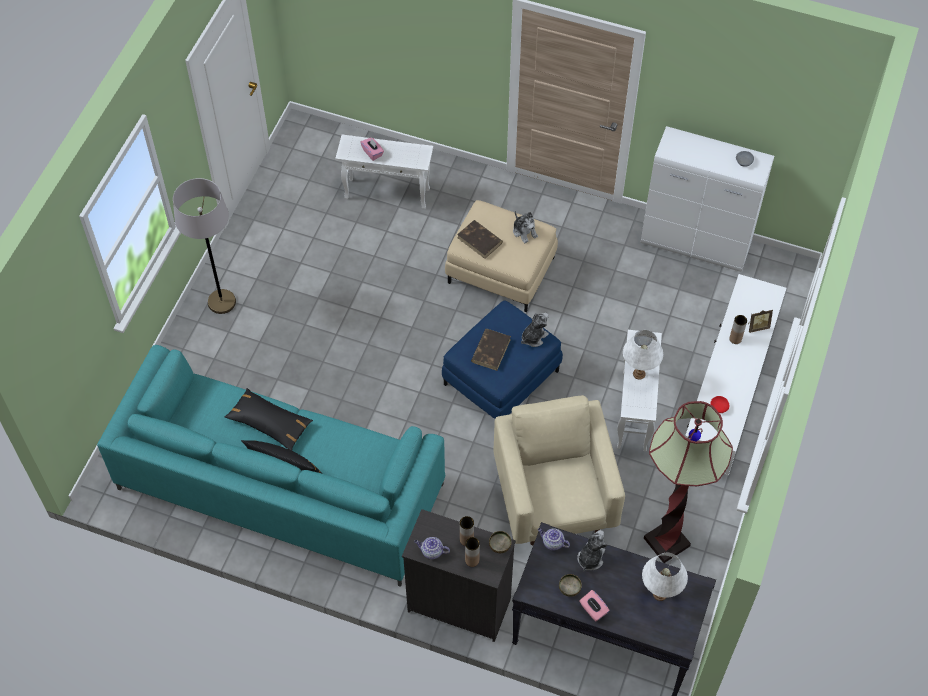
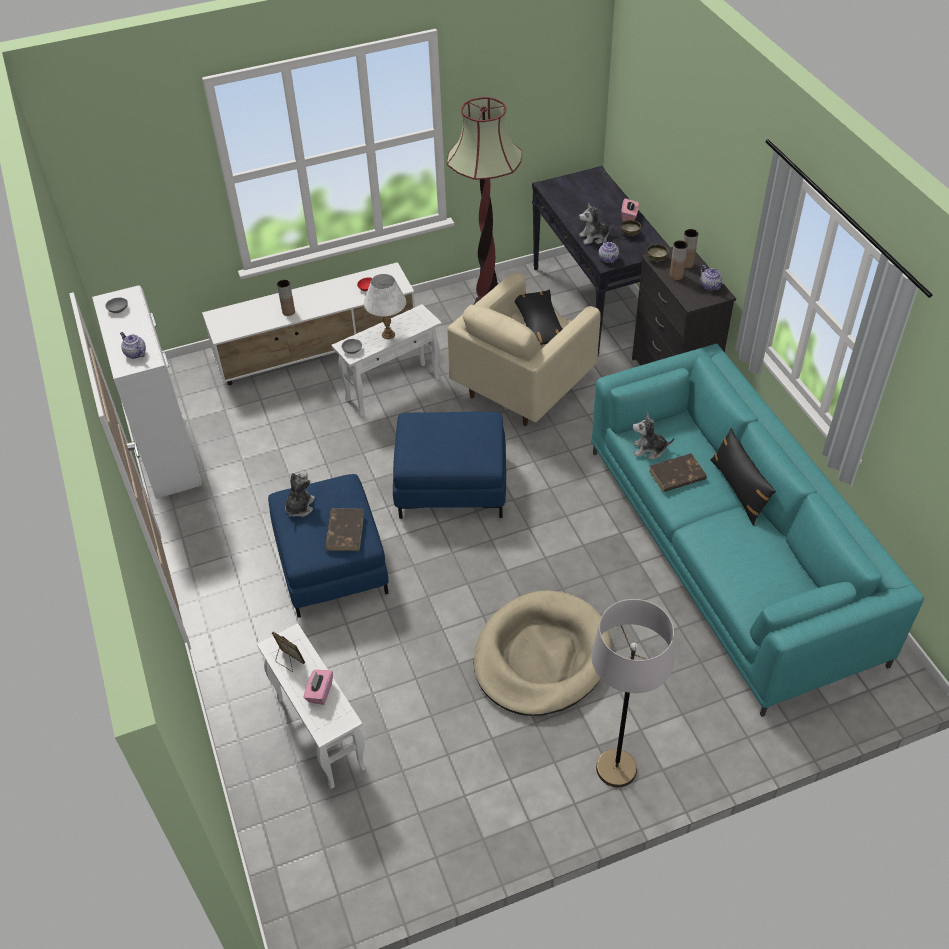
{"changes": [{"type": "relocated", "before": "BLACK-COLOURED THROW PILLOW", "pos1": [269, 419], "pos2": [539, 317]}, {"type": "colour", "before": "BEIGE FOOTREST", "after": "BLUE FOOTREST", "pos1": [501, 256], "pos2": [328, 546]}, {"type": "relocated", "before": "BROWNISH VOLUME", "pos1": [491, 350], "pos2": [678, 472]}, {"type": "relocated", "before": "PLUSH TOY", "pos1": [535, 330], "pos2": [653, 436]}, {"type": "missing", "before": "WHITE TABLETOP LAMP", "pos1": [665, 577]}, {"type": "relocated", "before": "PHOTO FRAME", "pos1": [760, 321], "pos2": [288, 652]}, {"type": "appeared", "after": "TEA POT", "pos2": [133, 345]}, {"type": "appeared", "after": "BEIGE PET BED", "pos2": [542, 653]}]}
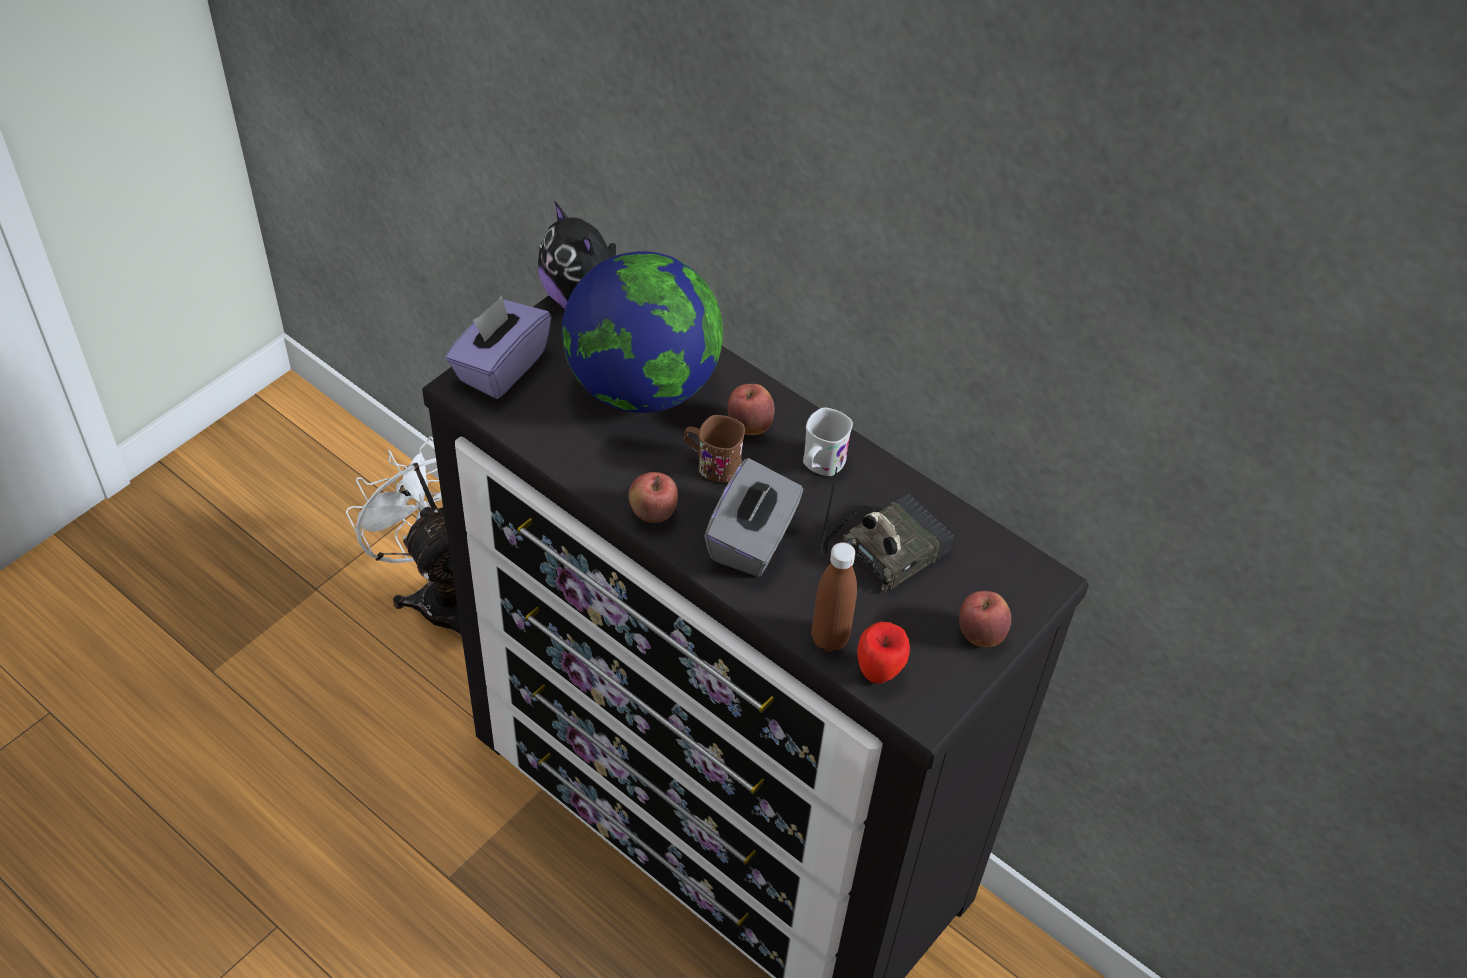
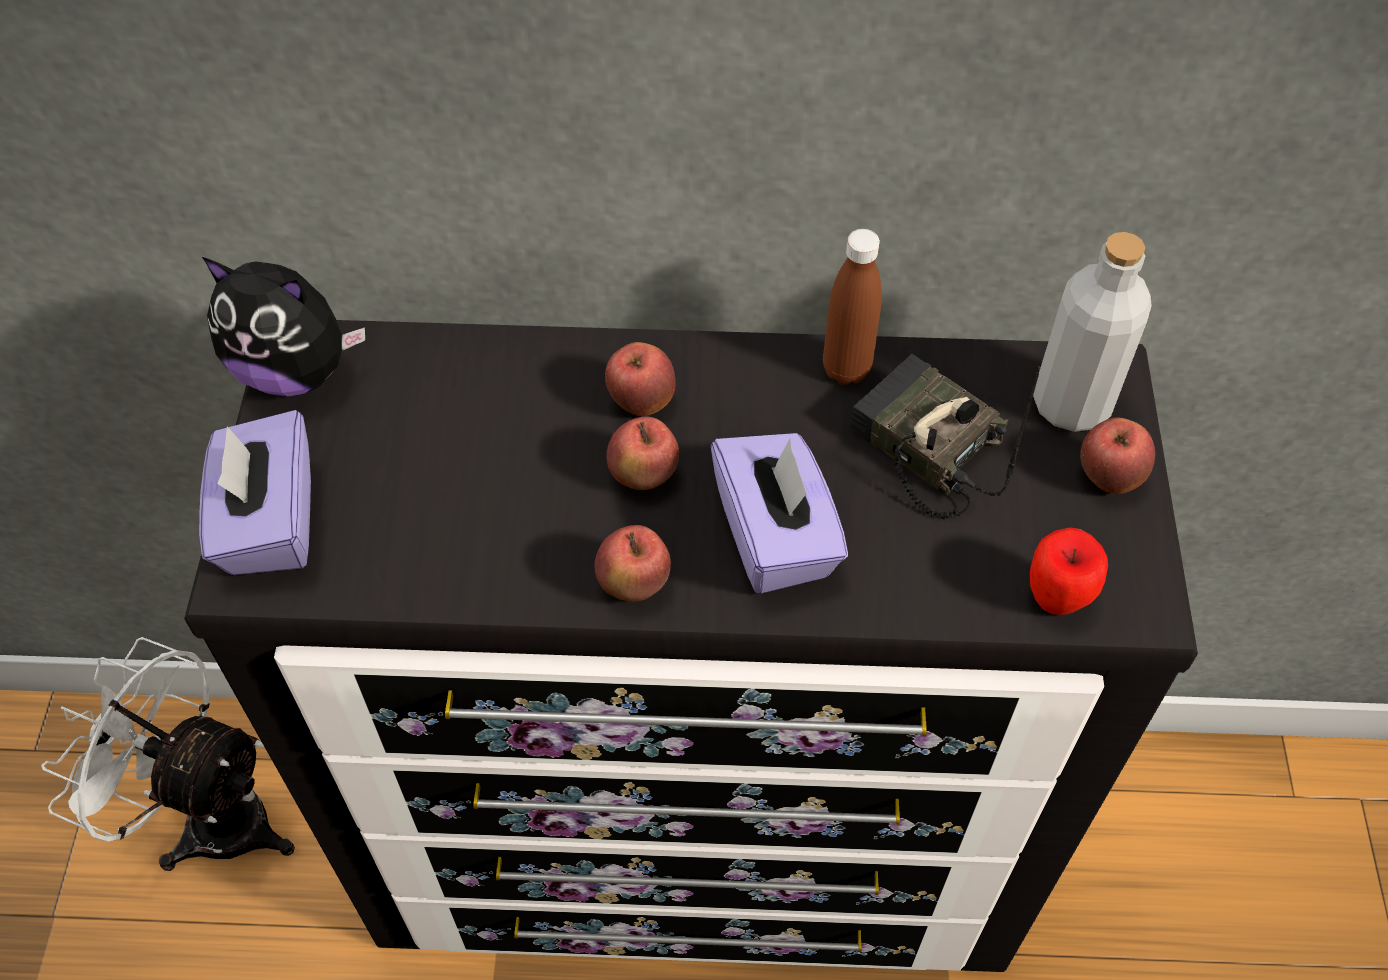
{"changes": [{"type": "missing", "before": "GLOBE", "pos1": [642, 332]}, {"type": "exchanged", "before": "BROWNISH COFFEE MUG", "after": "APPLE", "pos1": [715, 449], "pos2": [642, 453]}, {"type": "colour", "before": "GREYISH TISSUE HOLDER", "after": "PURPLISH TISSUE HOLDER", "pos1": [753, 517], "pos2": [779, 513]}, {"type": "missing", "before": "WHITE COFFEE MUG", "pos1": [828, 441]}, {"type": "relocated", "before": "BROWNISH DRINK BOTTLE", "pos1": [834, 597], "pos2": [852, 307]}, {"type": "spun", "before": "RADIO", "pos1": [887, 530], "pos2": [945, 436], "turn": -60}, {"type": "appeared", "after": "GREYISH DRINK BOTTLE", "pos2": [1092, 332]}]}
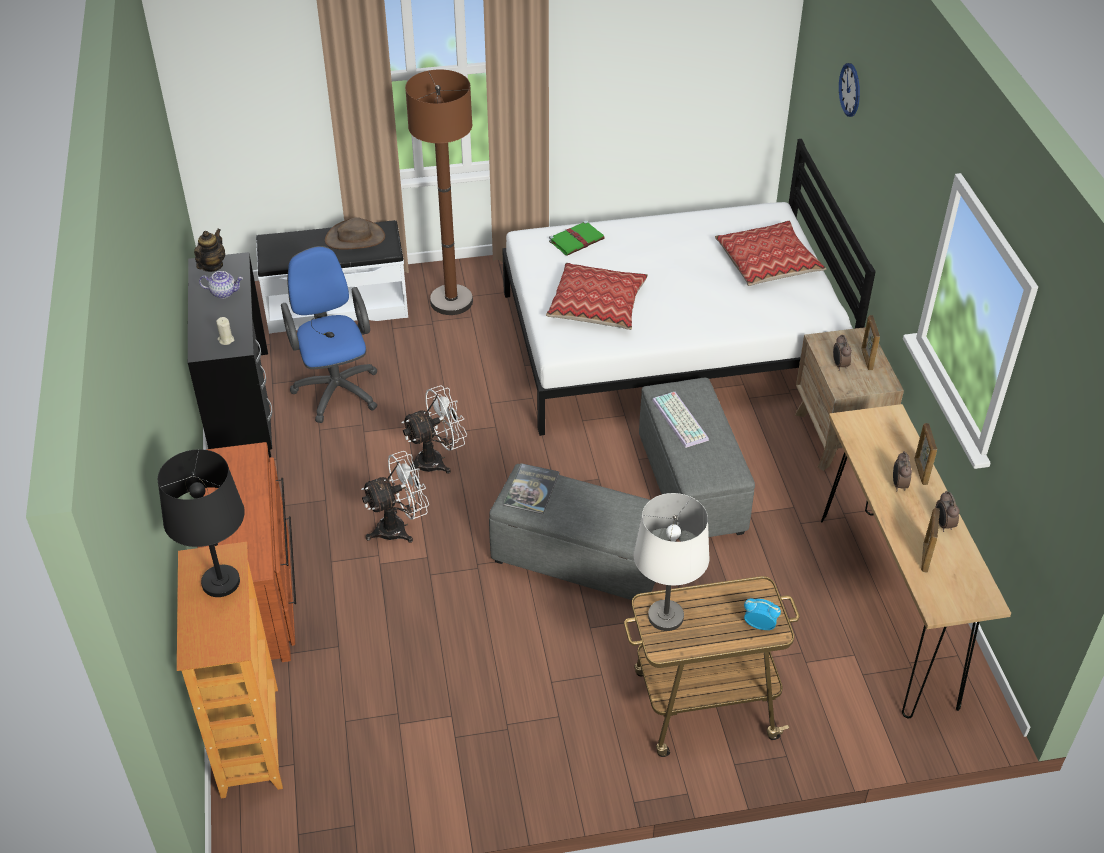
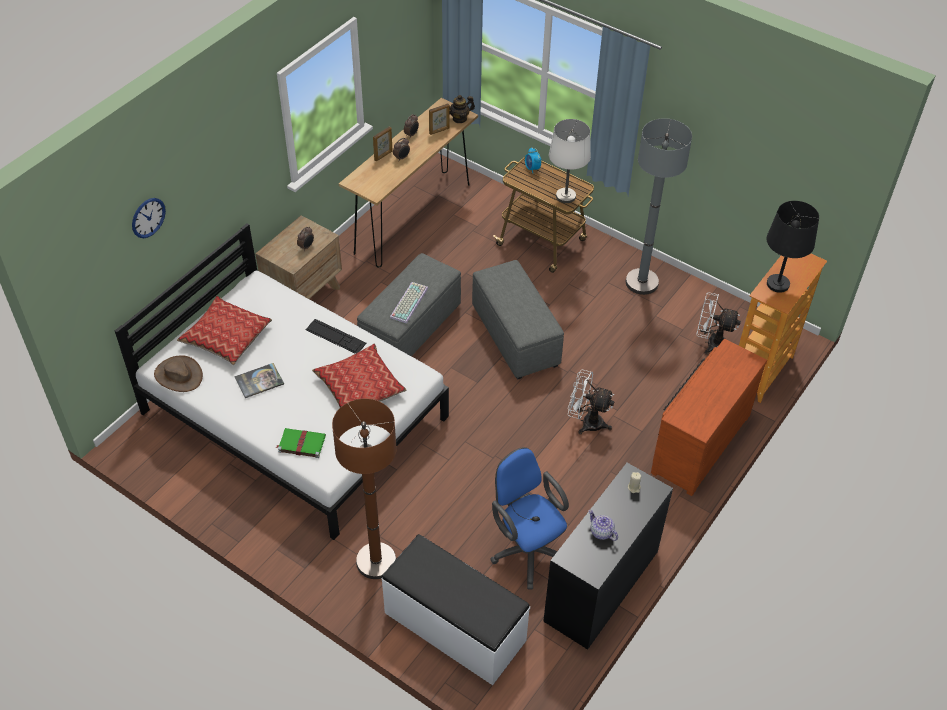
{"changes": [{"type": "relocated", "before": "TEA POT", "pos1": [209, 250], "pos2": [462, 109]}, {"type": "spun", "before": "BLUE COMPUTER CHAIR", "pos1": [329, 334], "pos2": [529, 518], "turn": 120}, {"type": "relocated", "before": "BROWNISH WEARABLE HAT", "pos1": [355, 233], "pos2": [178, 373]}, {"type": "relocated", "before": "WHITE FAN", "pos1": [434, 429], "pos2": [718, 323]}, {"type": "relocated", "before": "VOLUME", "pos1": [531, 488], "pos2": [259, 380]}, {"type": "missing", "before": "PHOTO FRAME", "pos1": [870, 342]}, {"type": "appeared", "after": "COMPUTER KEYBOARD", "pos2": [336, 336]}, {"type": "appeared", "after": "GREYISH STANDARD LAMP", "pos2": [659, 206]}]}
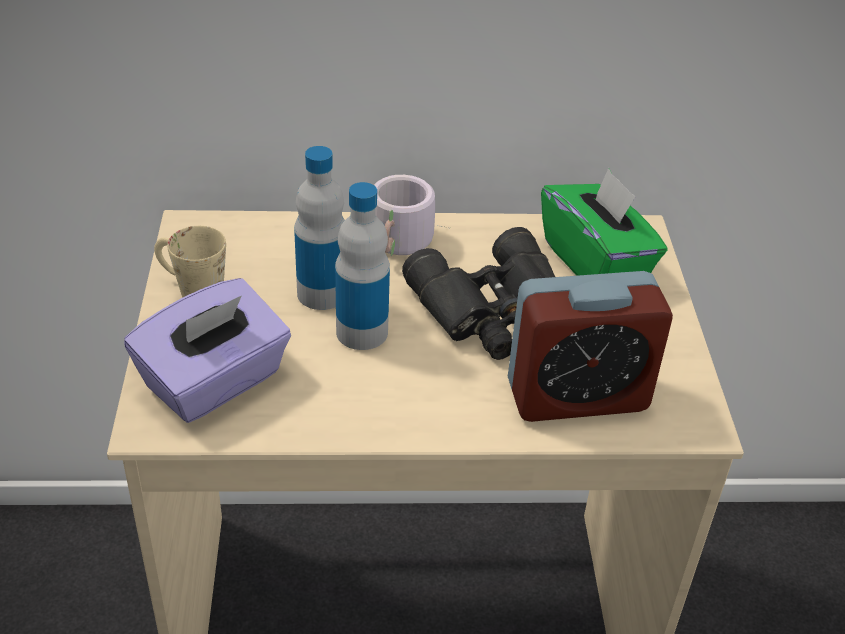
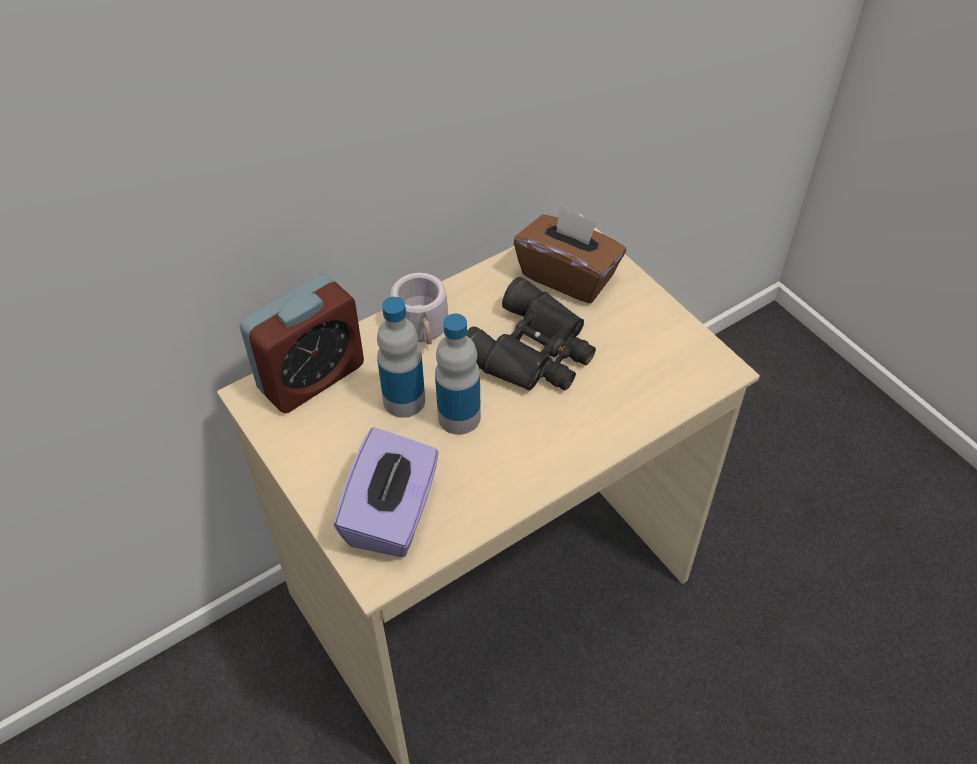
{"changes": [{"type": "missing", "before": "BEIGE COFFEE MUG", "pos1": [190, 262]}, {"type": "relocated", "before": "BEDSIDE CLOCK", "pos1": [590, 346], "pos2": [302, 343]}, {"type": "colour", "before": "GREENISH TISSUE HOLDER", "after": "BROWNISH TISSUE HOLDER", "pos1": [604, 222], "pos2": [570, 254]}]}
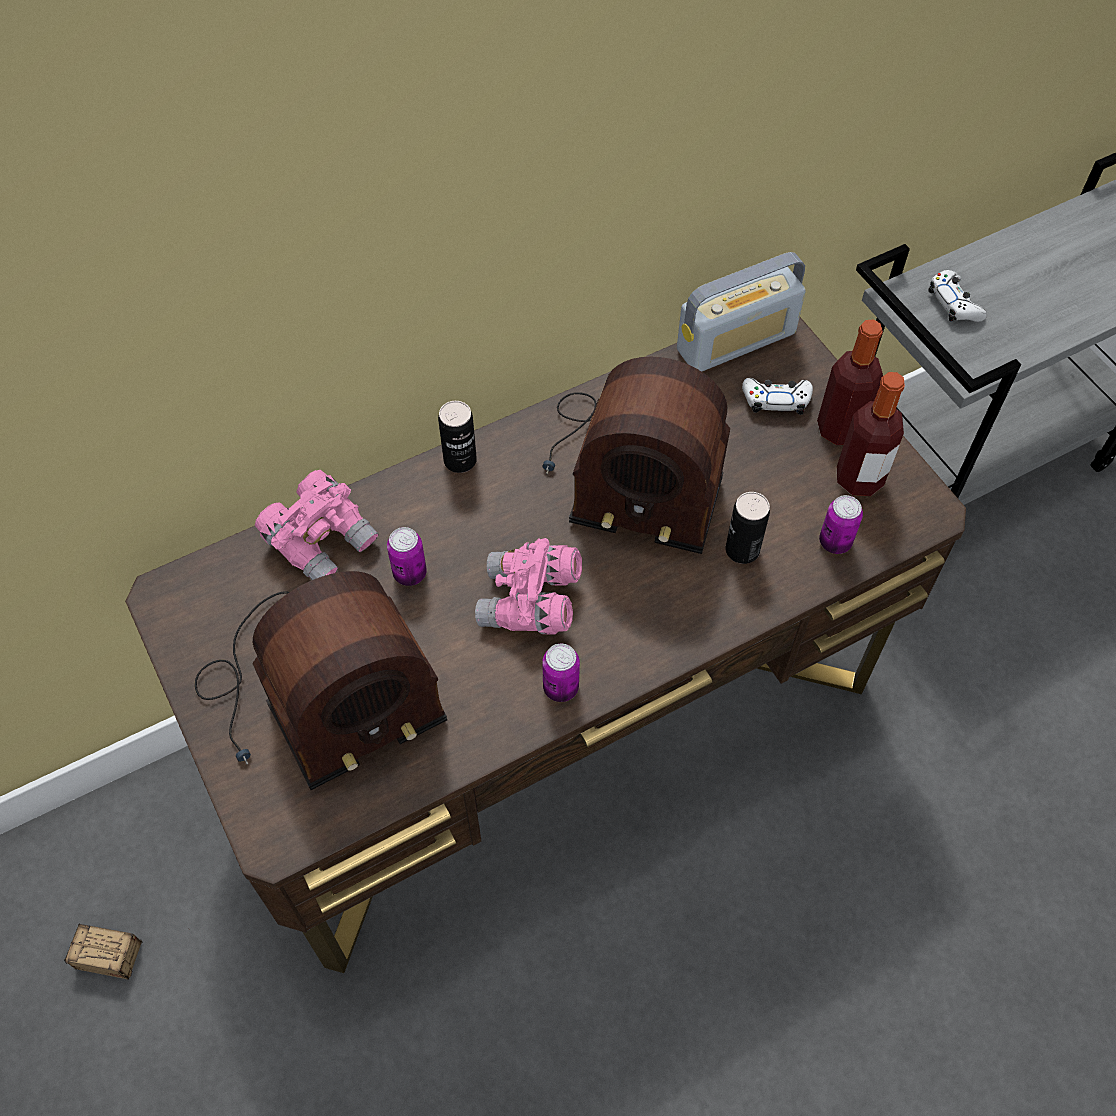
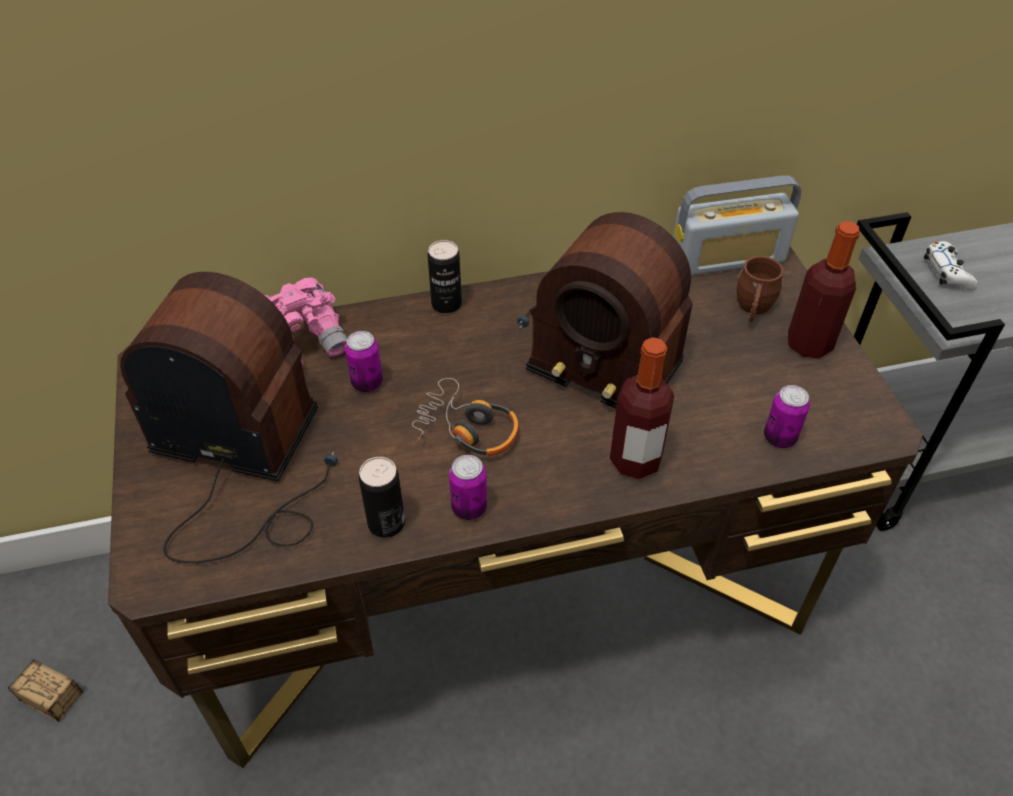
{"changes": [{"type": "spun", "before": "RADIO", "pos1": [321, 680], "pos2": [229, 418], "turn": -150}, {"type": "exchanged", "before": "PINK-COLOURED PAIR OF BINOCULARS", "after": "HEADPHONES", "pos1": [528, 586], "pos2": [465, 417]}, {"type": "relocated", "before": "CAN", "pos1": [747, 528], "pos2": [382, 497]}, {"type": "exchanged", "before": "WHITE GAME CONTROLLER", "after": "BROWNISH COFFEE MUG", "pos1": [777, 396], "pos2": [760, 289]}, {"type": "relocated", "before": "DRINK BOTTLE", "pos1": [871, 434], "pos2": [642, 408]}]}
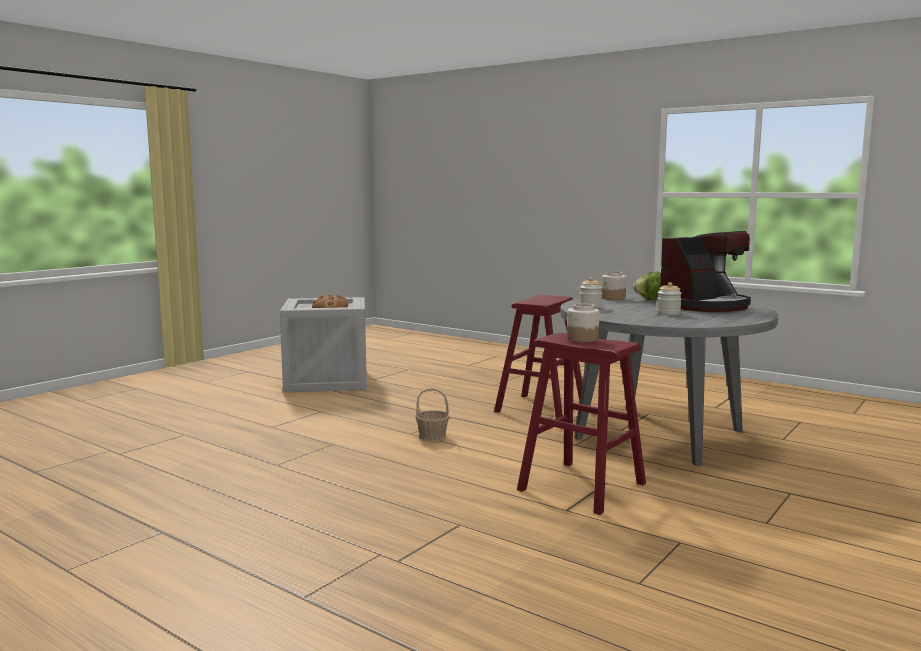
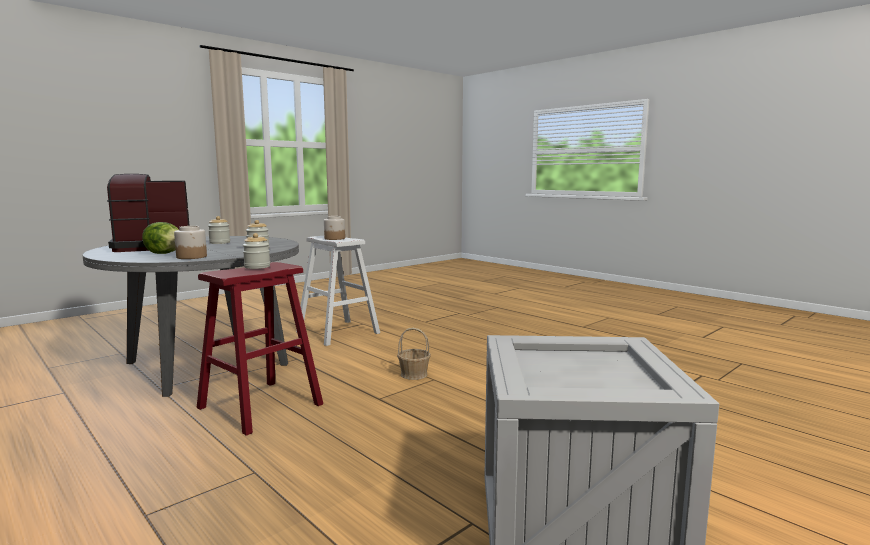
{"changes": [{"type": "missing", "before": "BREAD", "pos1": [330, 301]}, {"type": "colour", "before": "REDDISH STOOL SEAT", "after": "WHITE STOOL SEAT", "pos1": [581, 424], "pos2": [338, 291]}, {"type": "appeared", "after": "STORAGE JAR", "pos2": [256, 251]}]}
